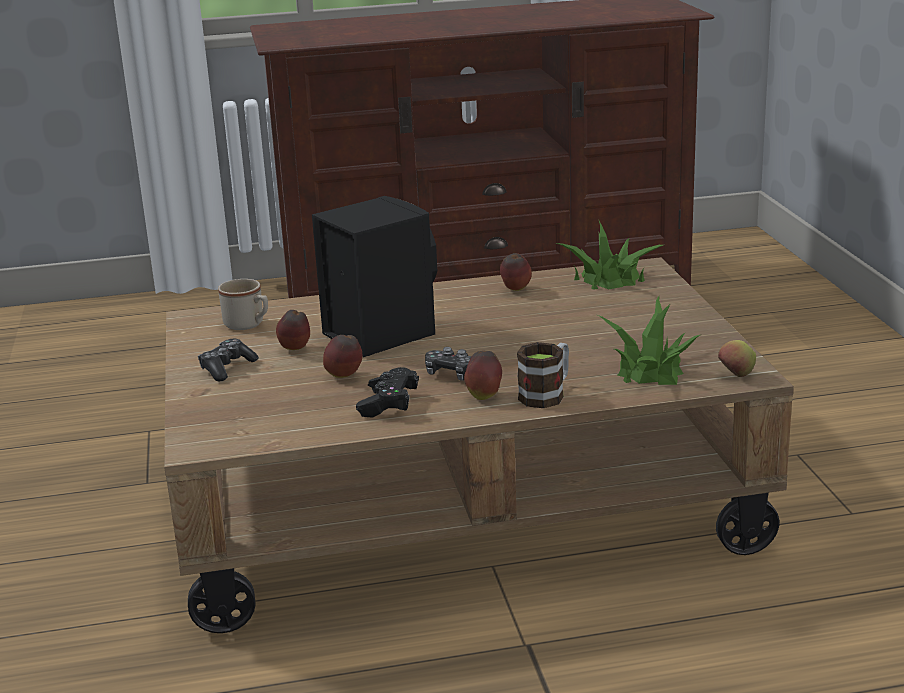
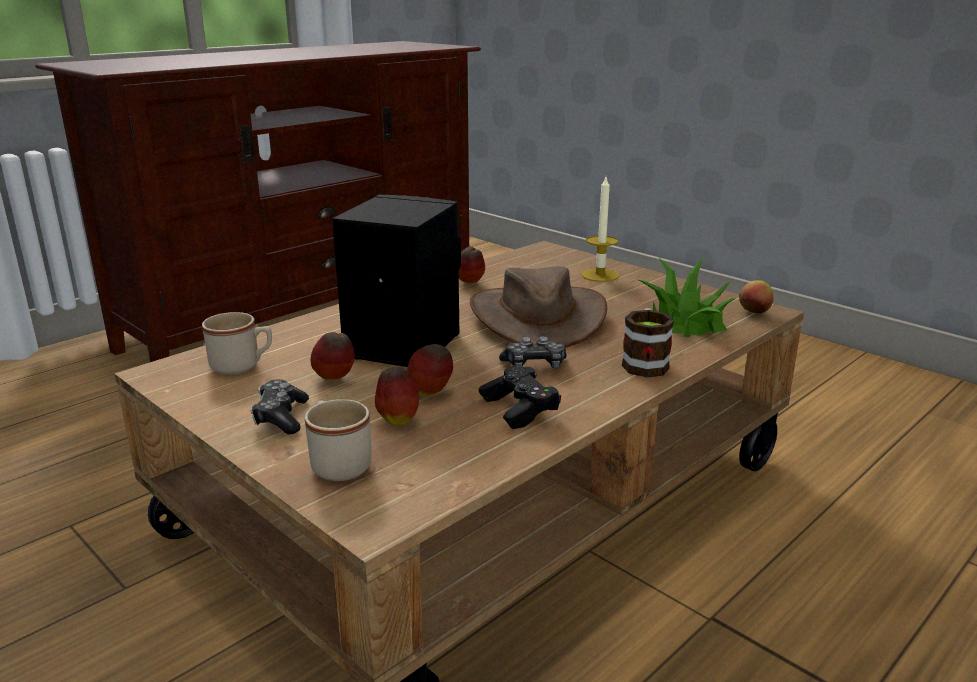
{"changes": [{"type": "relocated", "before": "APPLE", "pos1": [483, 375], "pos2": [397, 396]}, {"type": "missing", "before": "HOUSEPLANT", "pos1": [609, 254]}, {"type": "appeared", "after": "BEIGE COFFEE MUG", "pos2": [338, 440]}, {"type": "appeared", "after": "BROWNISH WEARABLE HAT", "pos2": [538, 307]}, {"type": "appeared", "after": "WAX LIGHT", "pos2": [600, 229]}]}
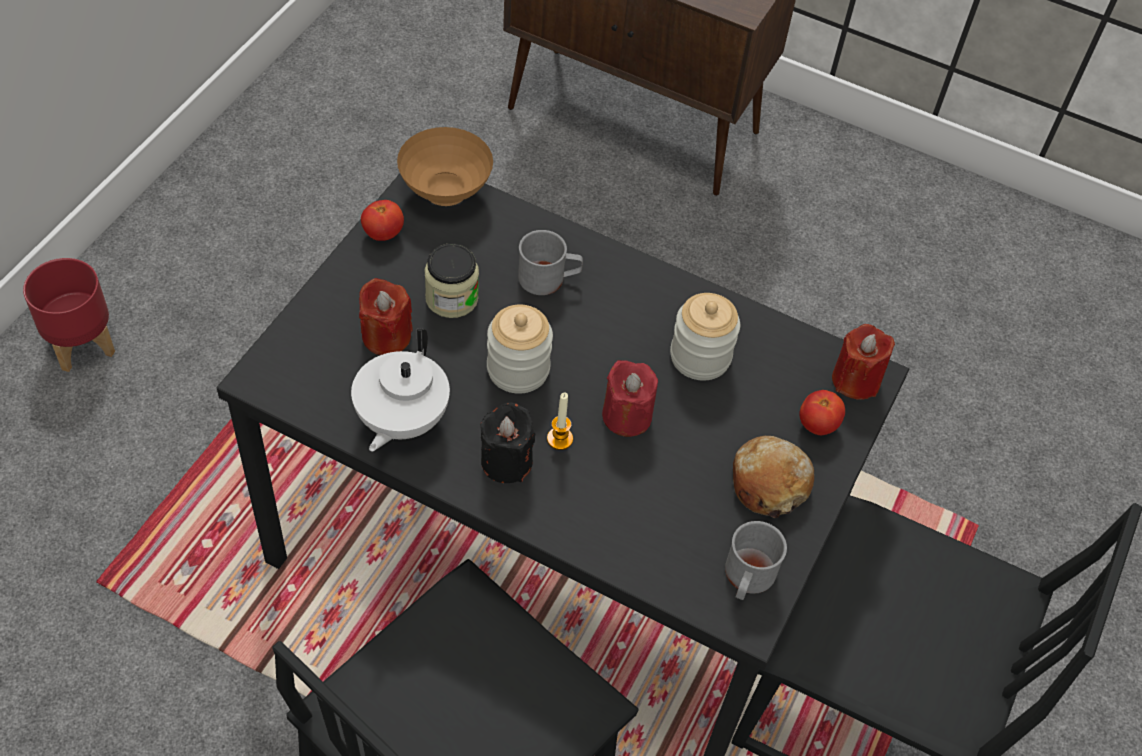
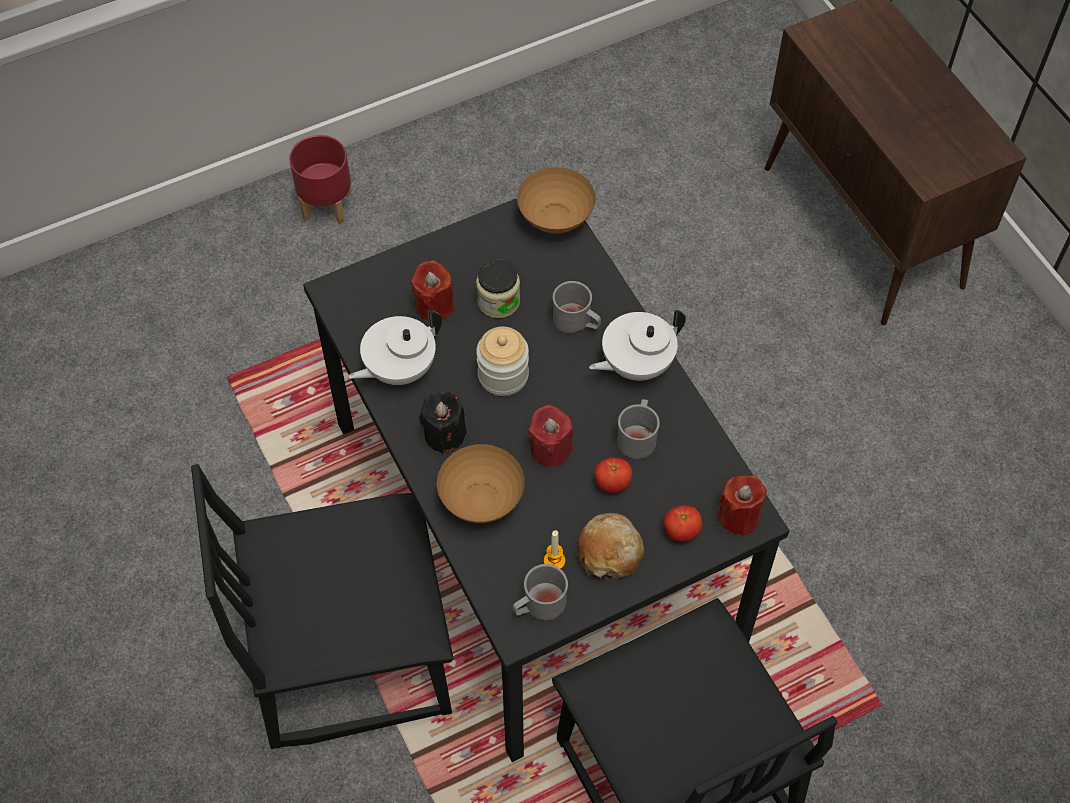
{"changes": [{"type": "relocated", "before": "FRESH TOMATO", "pos1": [382, 220], "pos2": [613, 475]}, {"type": "relocated", "before": "WAX LIGHT", "pos1": [560, 421], "pos2": [554, 549]}, {"type": "exchanged", "before": "STORAGE JAR", "after": "GREYISH COFFEE MUG", "pos1": [705, 337], "pos2": [638, 429]}, {"type": "appeared", "after": "BROWNISH SERVING BOWL", "pos2": [481, 483]}, {"type": "appeared", "after": "WHITE TEA POT", "pos2": [637, 345]}]}
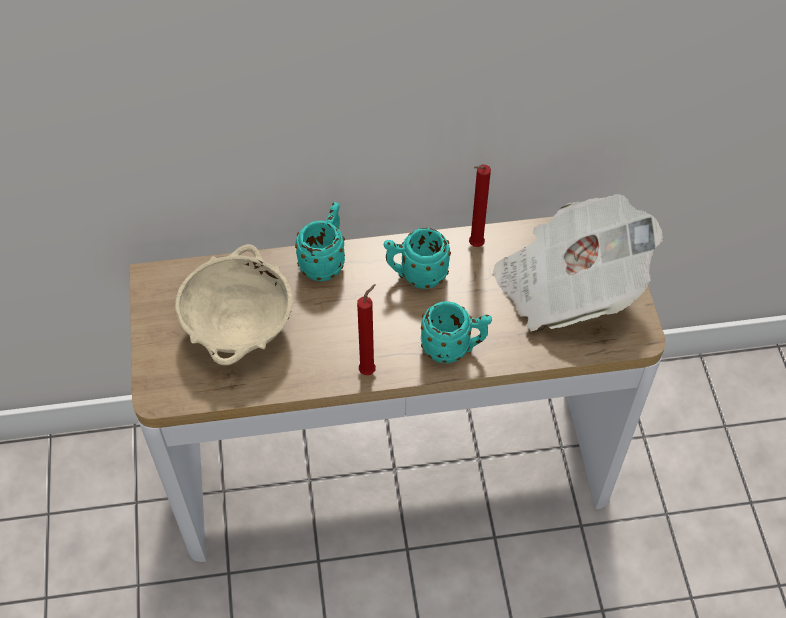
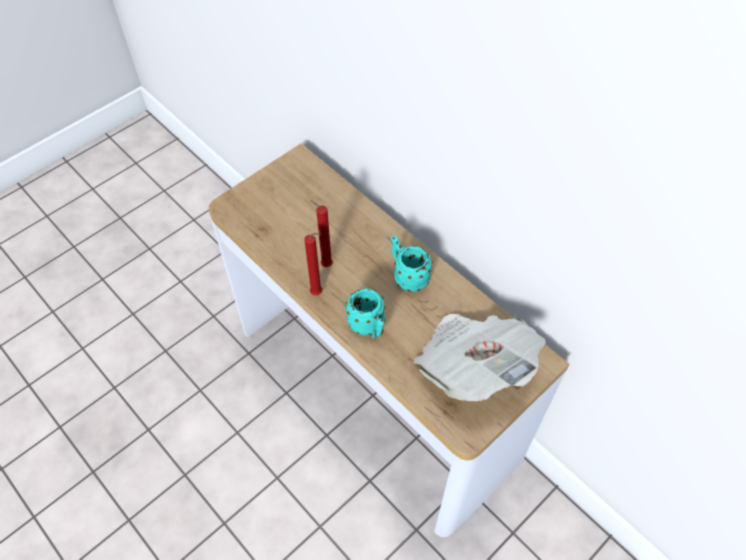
{"changes": [{"type": "missing", "before": "BEIGE SERVING BOWL", "pos1": [234, 304]}, {"type": "missing", "before": "BLUE-GREEN COFFEE MUG", "pos1": [320, 241]}, {"type": "relocated", "before": "REDDISH WAX LIGHT", "pos1": [480, 205], "pos2": [321, 233]}]}
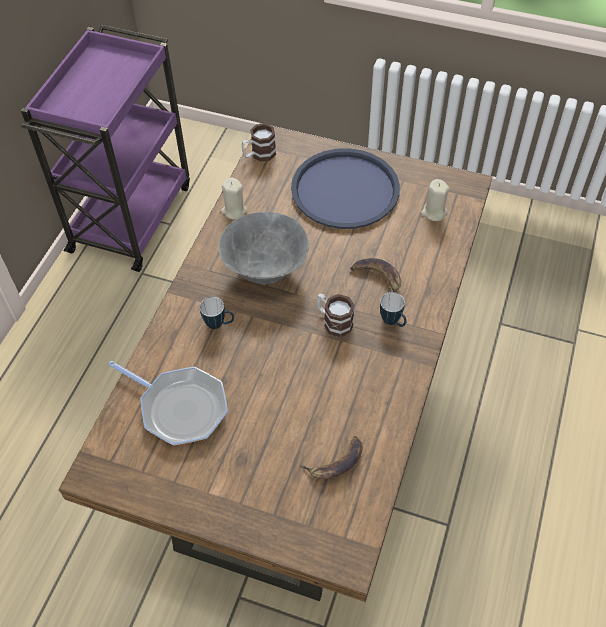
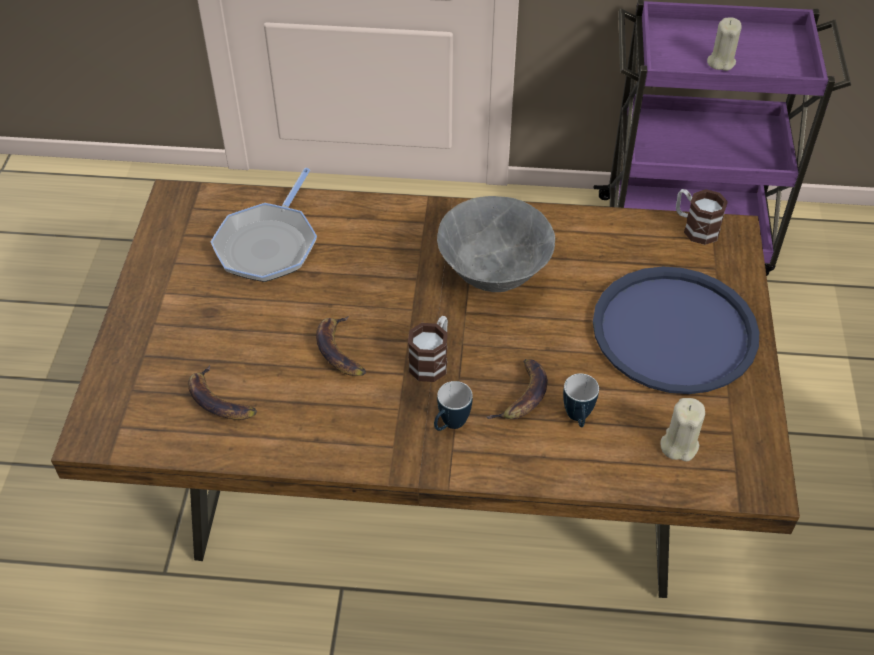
{"changes": [{"type": "relocated", "before": "COFFEE MUG", "pos1": [217, 313], "pos2": [581, 400]}, {"type": "relocated", "before": "BEIGE WAX LIGHT", "pos1": [234, 198], "pos2": [724, 44]}, {"type": "appeared", "after": "WHOLE BANANA", "pos2": [341, 346]}]}
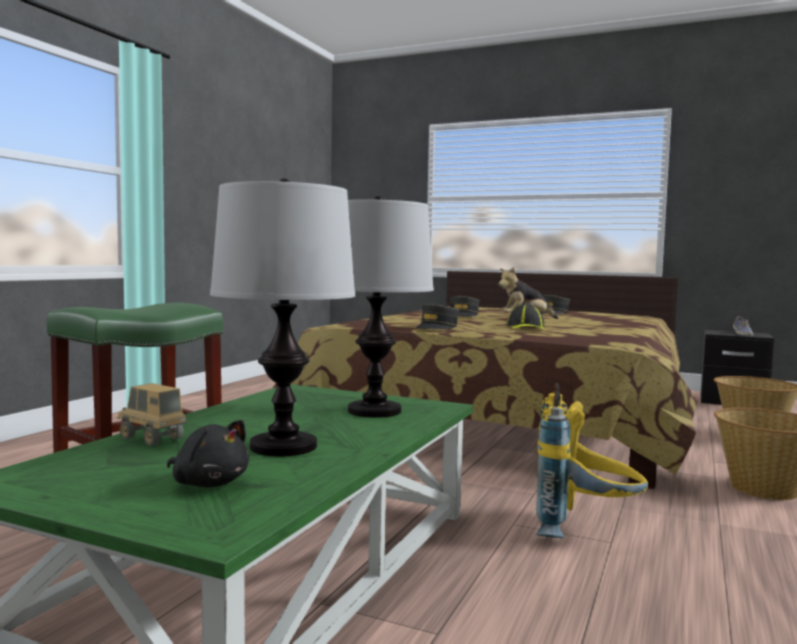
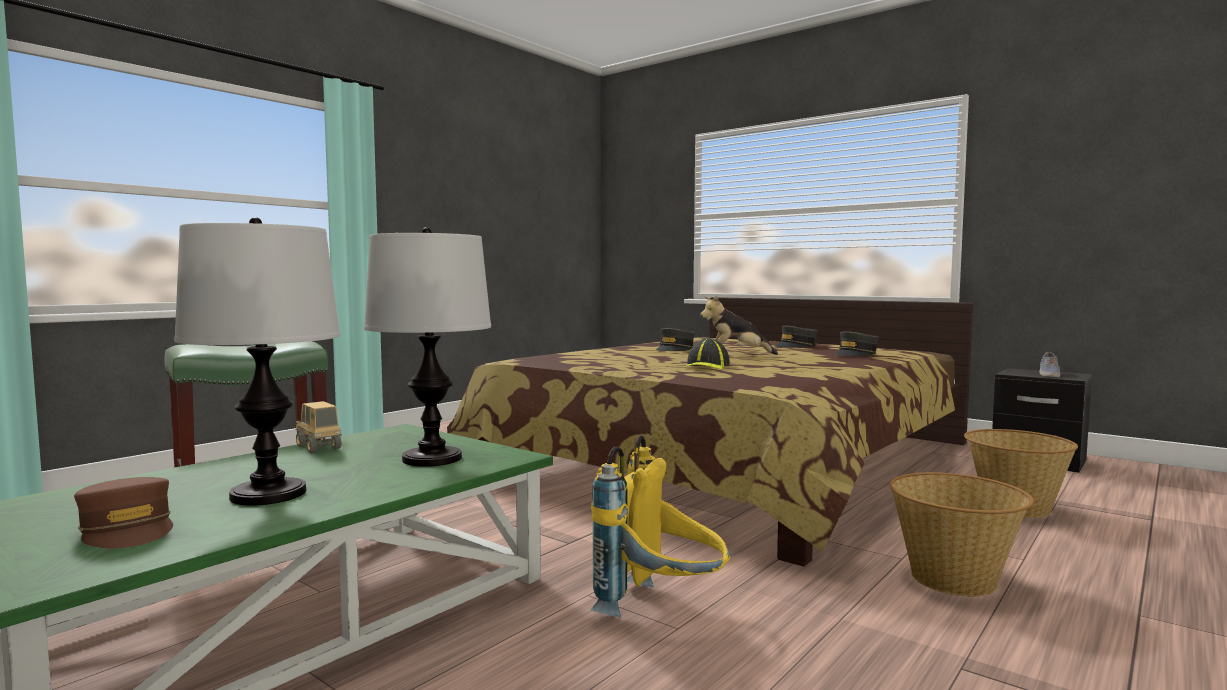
{"changes": [{"type": "relocated", "before": "TOY LORRY", "pos1": [152, 414], "pos2": [319, 427]}, {"type": "exchanged", "before": "BLACK-COLOURED PLUSH TOY", "after": "BROWNISH PEAKED CAP", "pos1": [208, 453], "pos2": [123, 512]}, {"type": "relocated", "before": "GREYISH PEAKED CAP", "pos1": [438, 316], "pos2": [856, 343]}]}
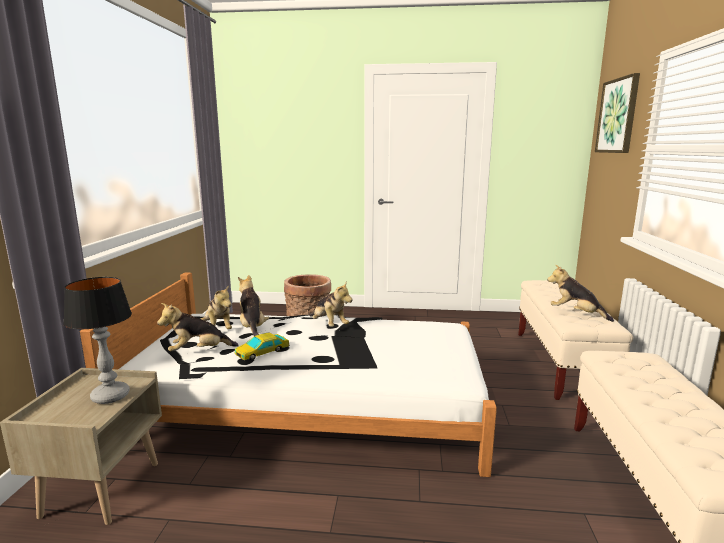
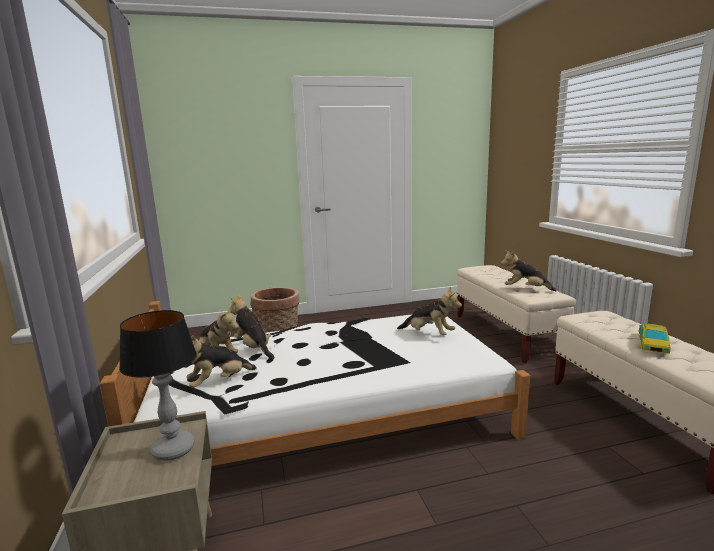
{"changes": [{"type": "relocated", "before": "TOY CAR", "pos1": [262, 346], "pos2": [655, 339]}, {"type": "relocated", "before": "PLUSH TOY", "pos1": [331, 304], "pos2": [429, 311]}, {"type": "missing", "before": "WALL ART", "pos1": [617, 113]}]}
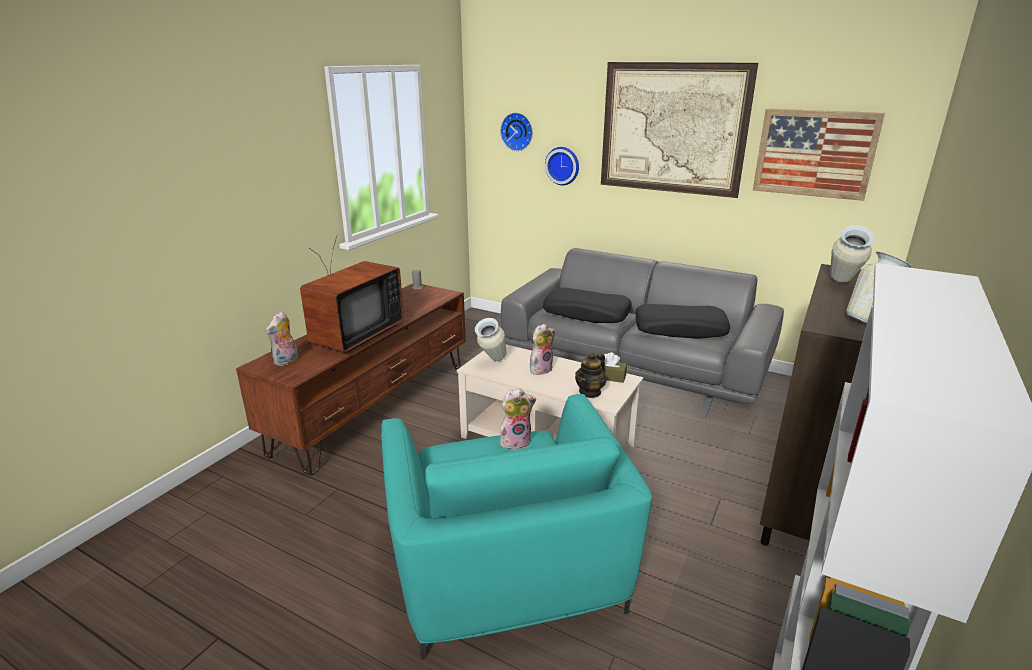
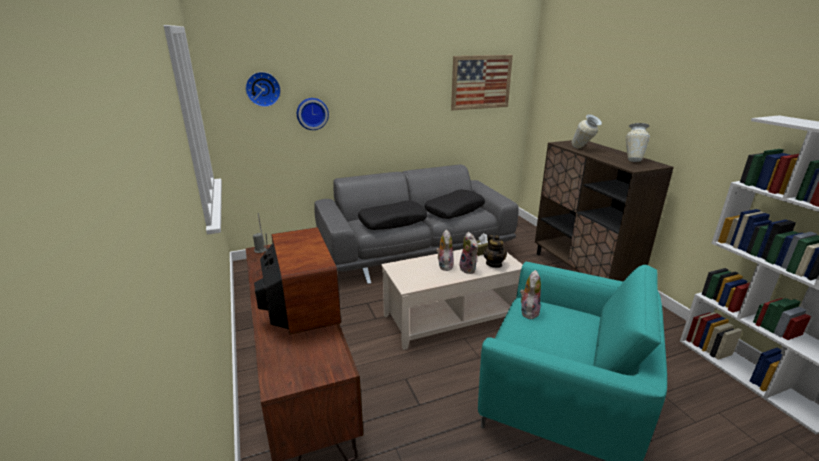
{"changes": [{"type": "relocated", "before": "PLUSH TOY", "pos1": [281, 338], "pos2": [468, 253]}, {"type": "missing", "before": "VASE", "pos1": [490, 339]}, {"type": "missing", "before": "WALL ART", "pos1": [679, 130]}]}
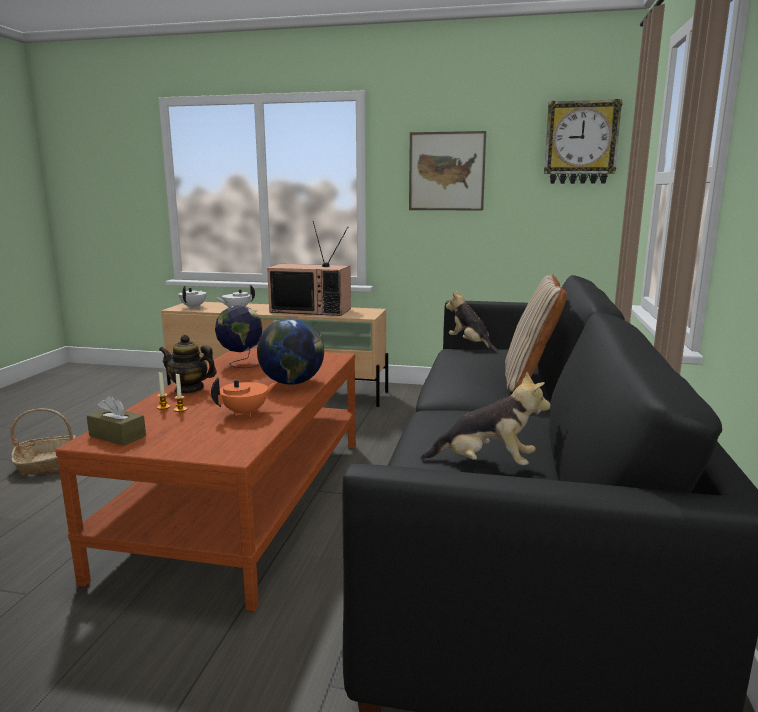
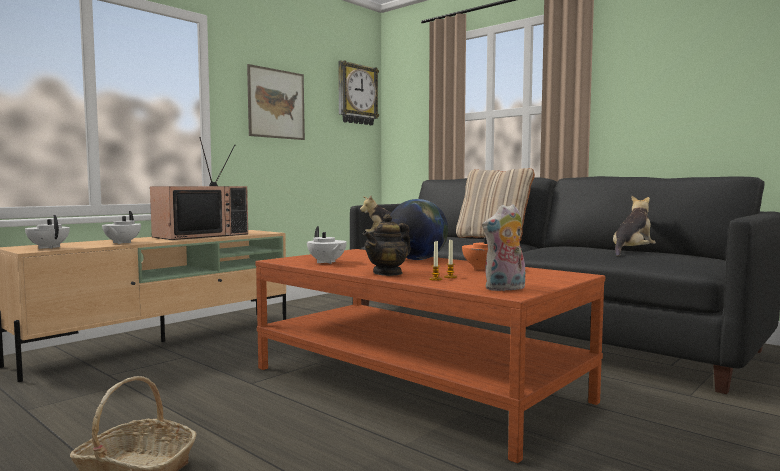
{"changes": [{"type": "exchanged", "before": "BROWNISH TISSUE HOLDER", "after": "PLUSH TOY", "pos1": [116, 420], "pos2": [503, 247]}, {"type": "exchanged", "before": "GLOBE", "after": "WHITE TEA POT", "pos1": [239, 336], "pos2": [327, 245]}]}
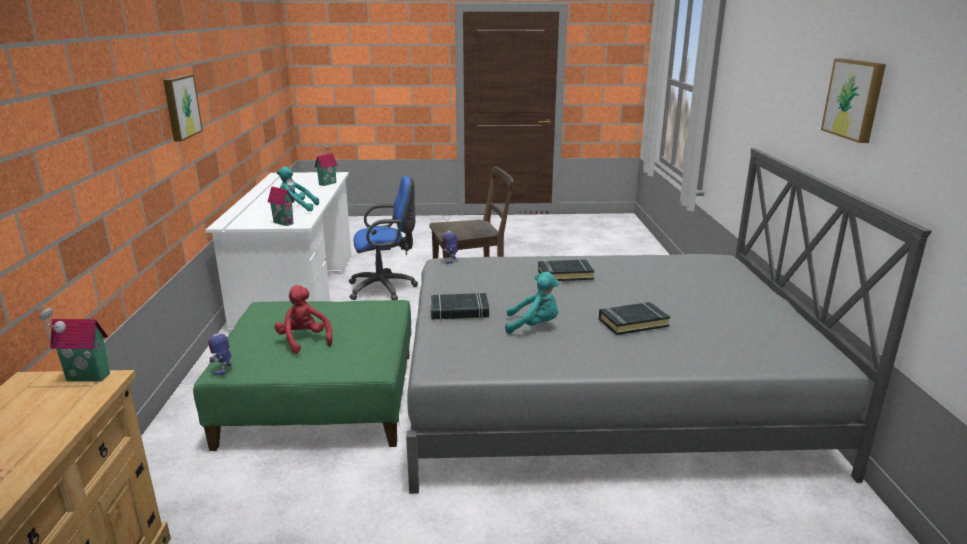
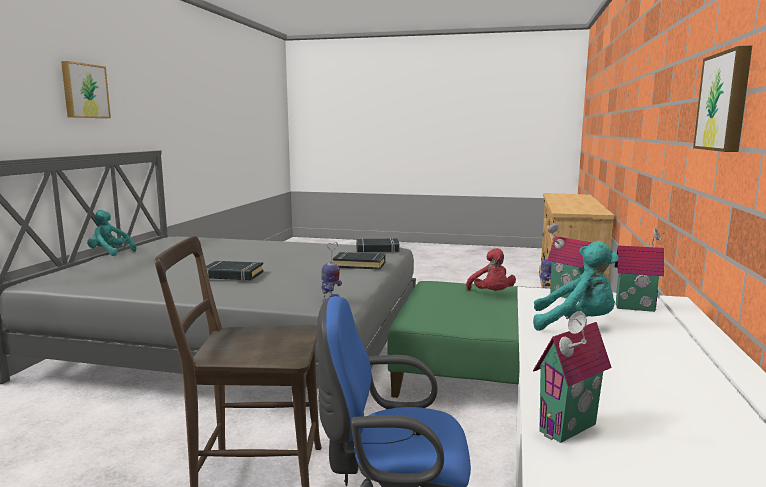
{"changes": [{"type": "relocated", "before": "MODEL HOUSE", "pos1": [75, 344], "pos2": [640, 270]}, {"type": "relocated", "before": "BLUE-GREEN PLUSH TOY", "pos1": [532, 303], "pos2": [112, 233]}, {"type": "relocated", "before": "BLACK-COLOURED VOLUME", "pos1": [635, 318], "pos2": [377, 245]}]}
